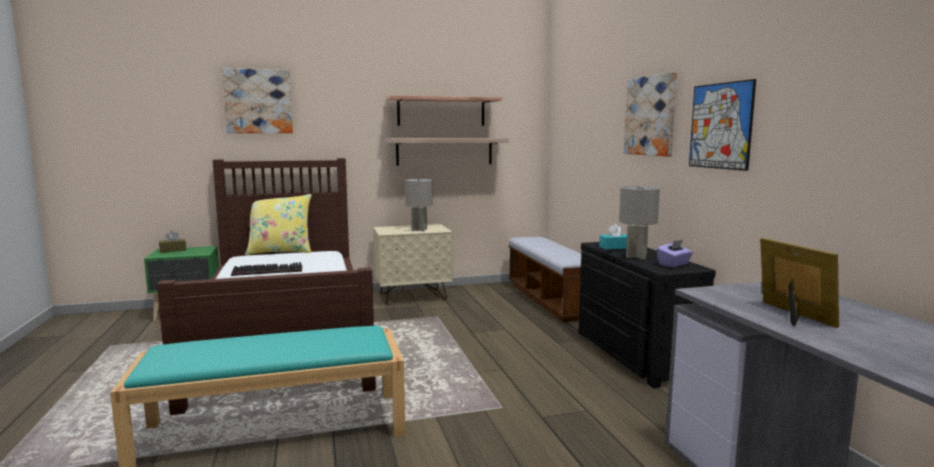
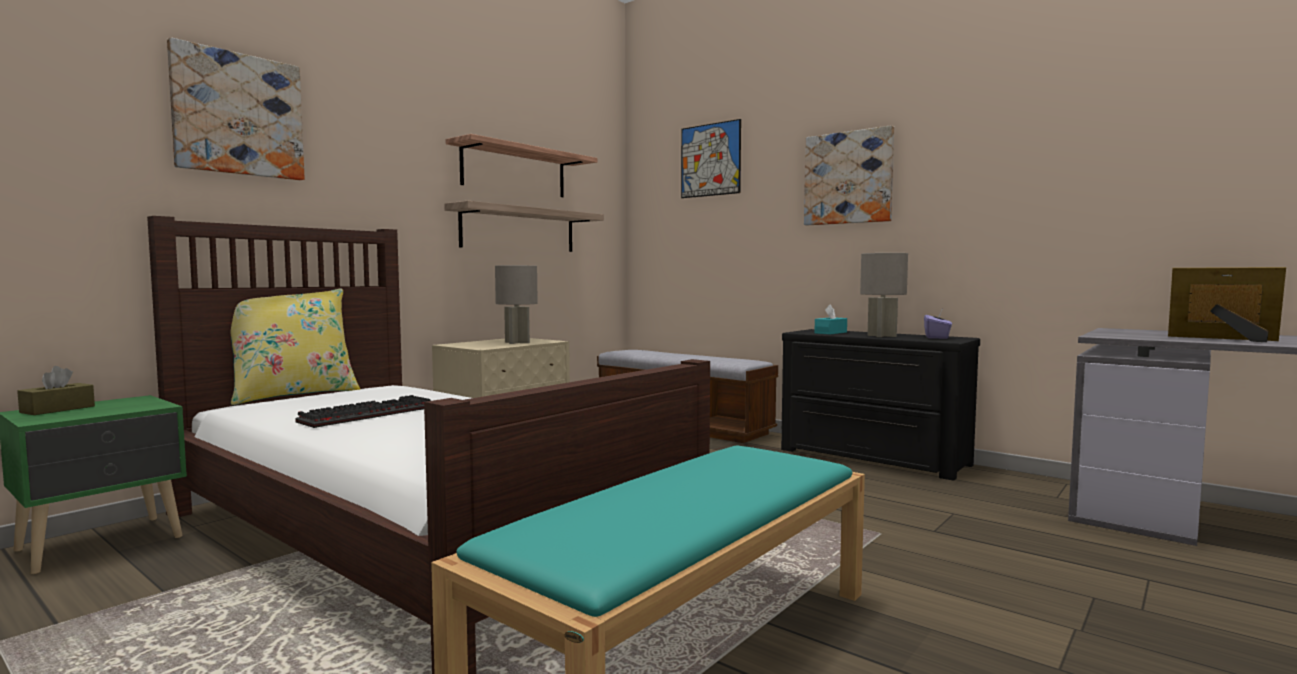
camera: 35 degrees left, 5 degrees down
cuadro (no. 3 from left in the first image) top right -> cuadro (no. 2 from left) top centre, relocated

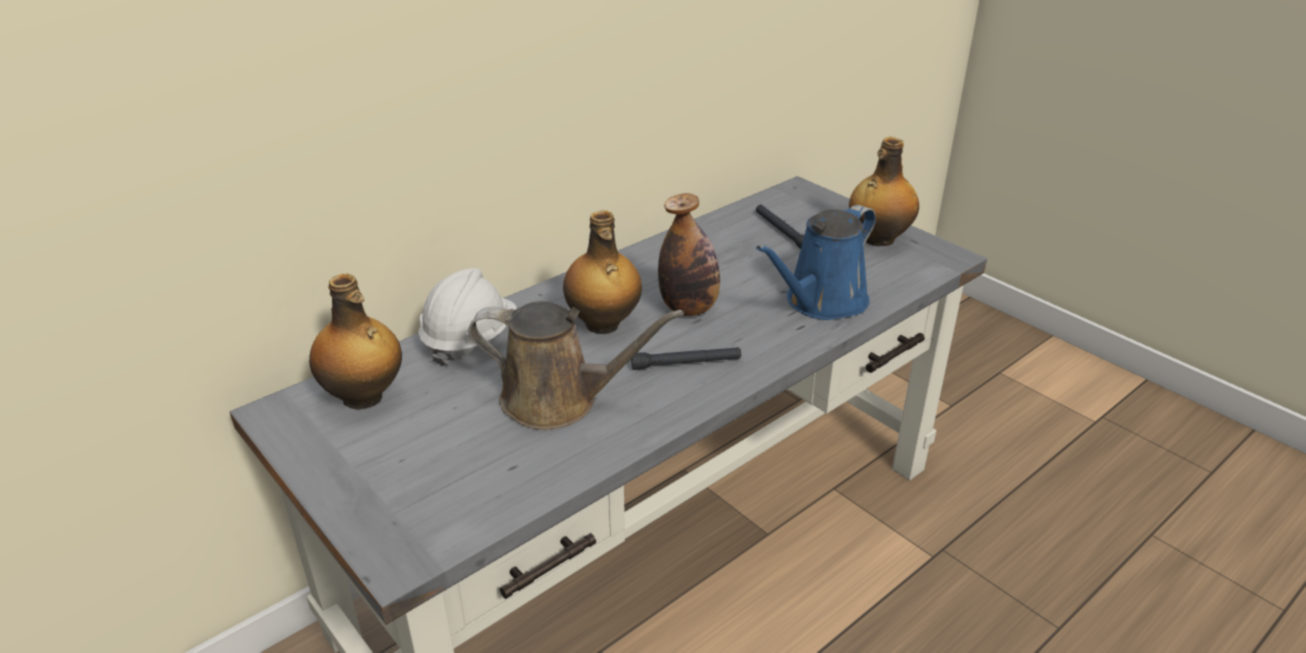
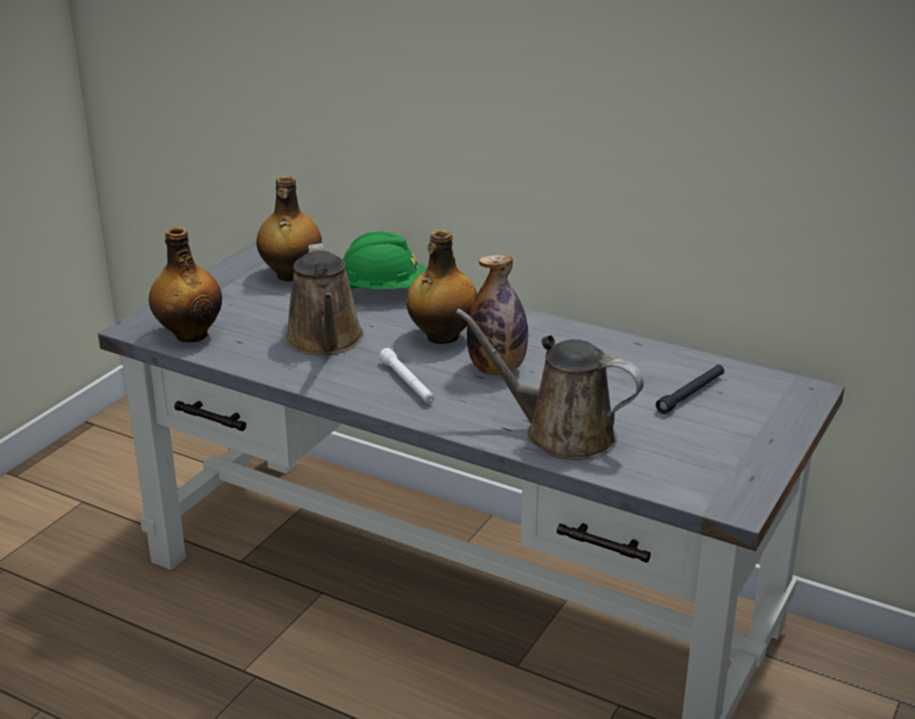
camera: 70 degrees right, 5 degrees down
botella (no. 4 from left in the first image) top right -> botella (no. 1 from left) middle left, relocated
casco [blanco] centre -> casco [verde] centre
linterna [negro] (no. 1 from left) centre -> linterna [blanco] centre
regadera [azul] centre -> regadera [marrón] (no. 2 from left) centre

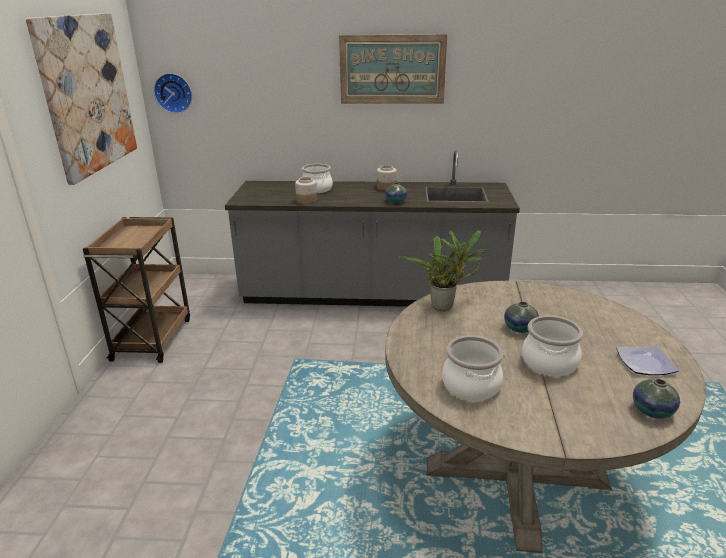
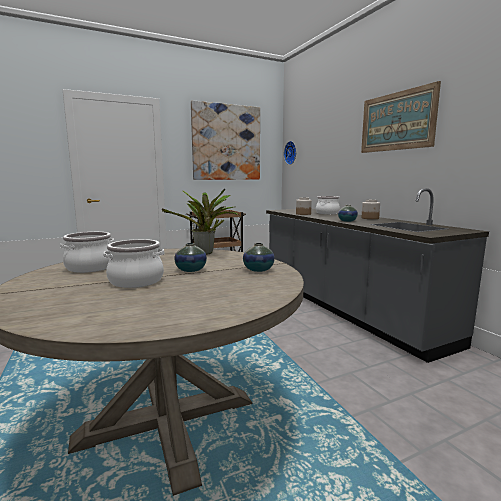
camera: 60 degrees right, 15 degrees down
plato middle right -> none
florero (no. 3 from left in the first image) bottom right -> florero (no. 2 from left) centre, relocated

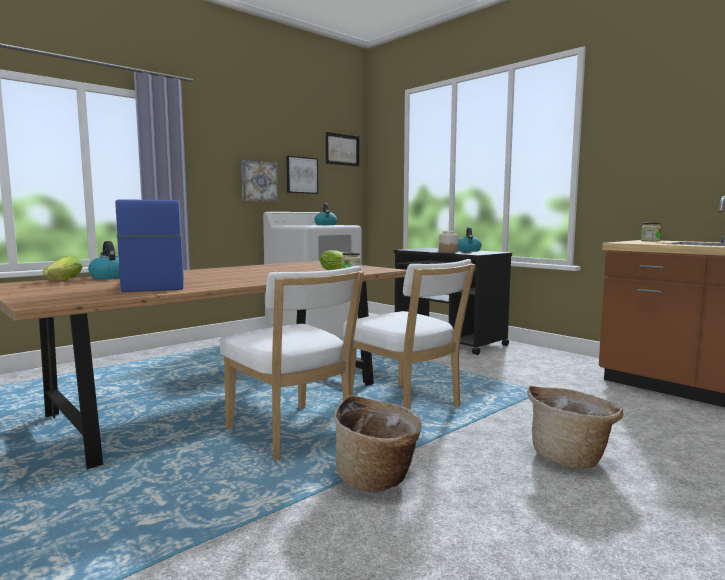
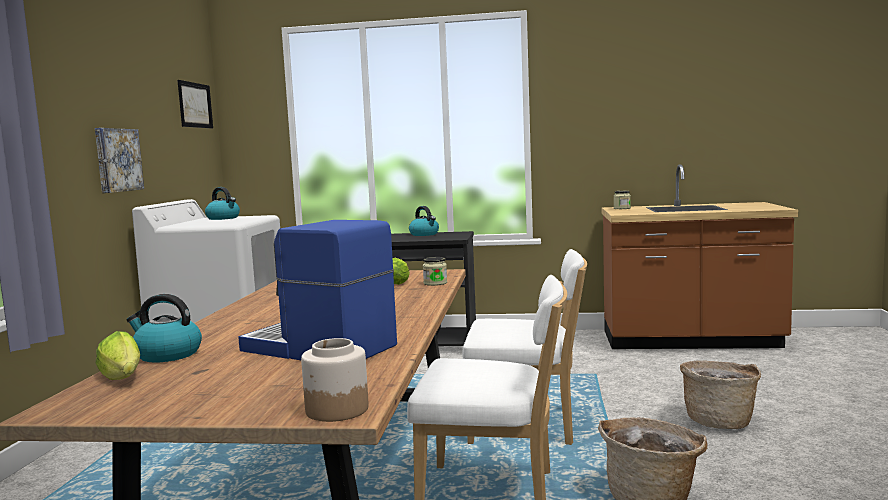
camera: 40 degrees left, 0 degrees up
cuadro (no. 2 from left) top centre -> none
tarro (no. 2 from left in the first image) centre -> tarro (no. 1 from left) bottom centre, relocated

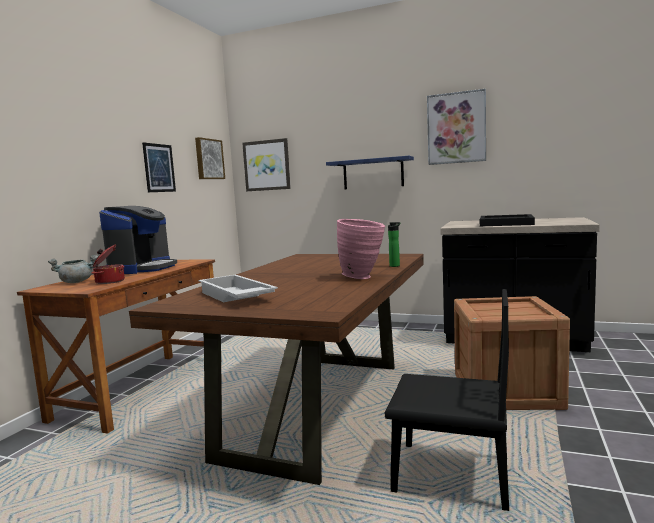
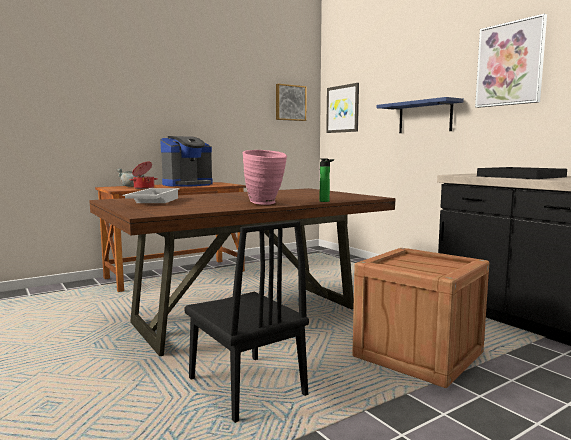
camera: 35 degrees right, 0 degrees up
cuadro (no. 1 from left) top left -> none

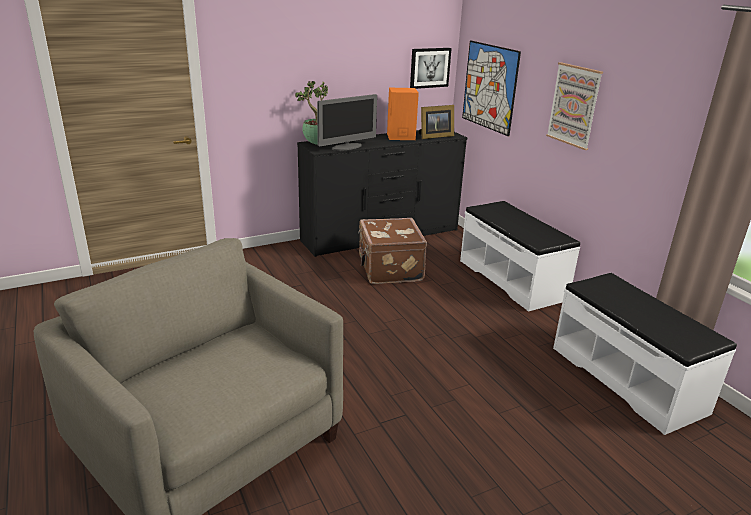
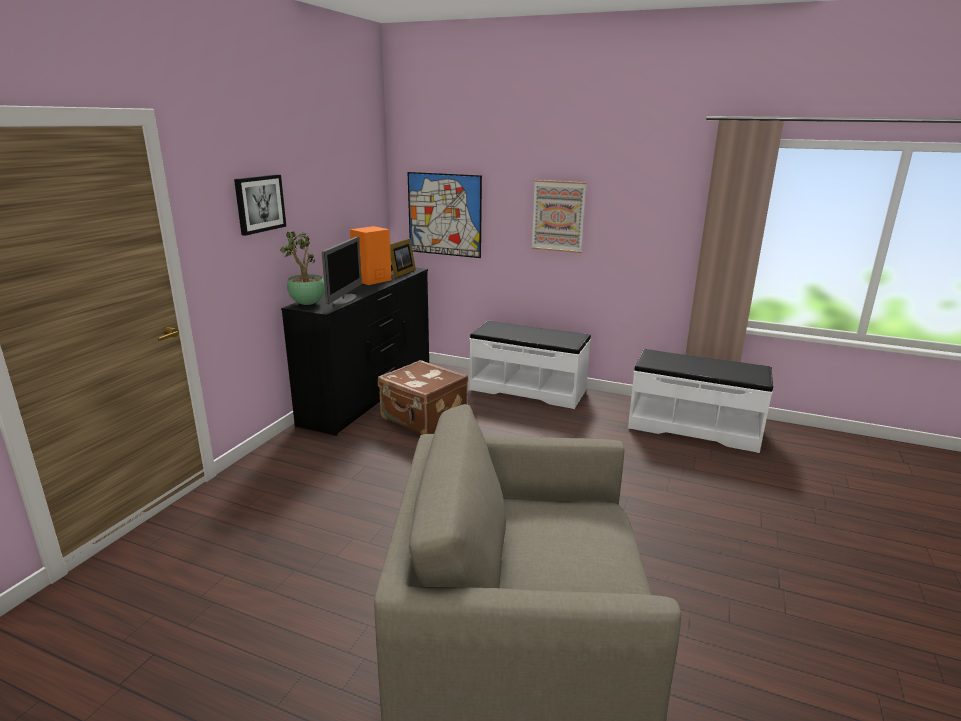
camera: 40 degrees left, 5 degrees down
cuadro (no. 1 from left) top centre -> cuadro (no. 1 from left) top left, relocated

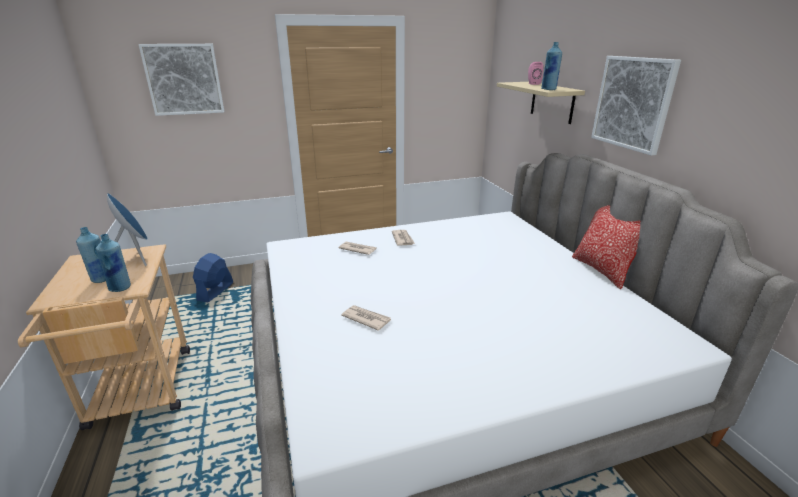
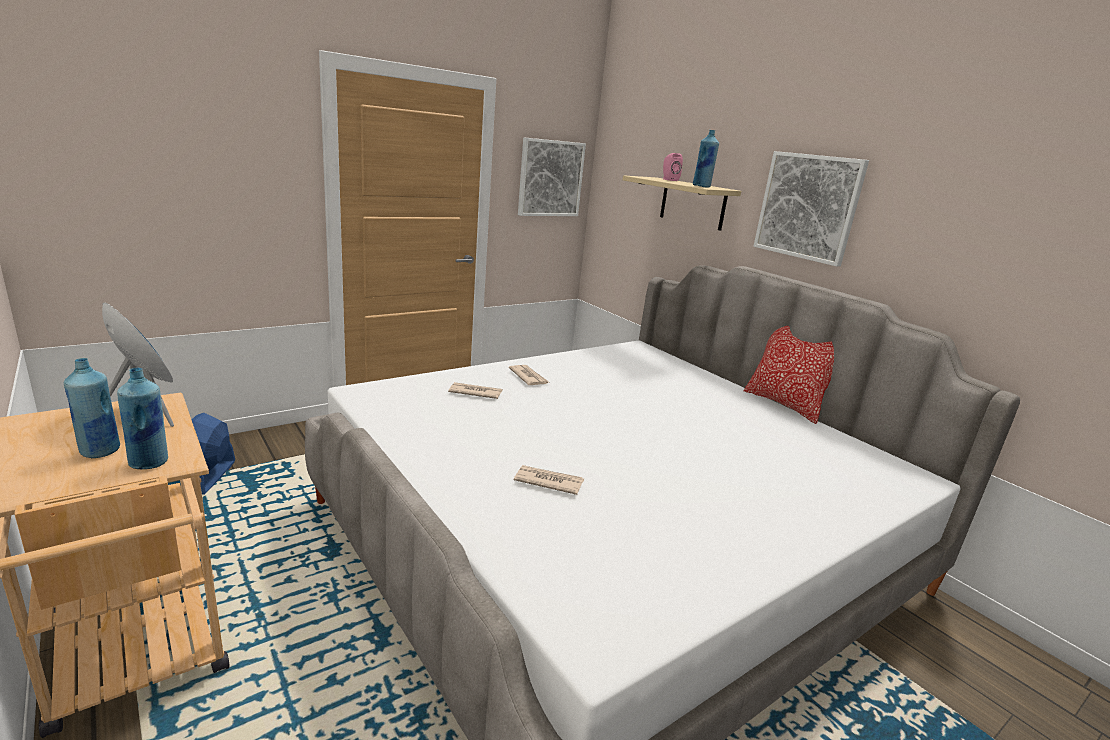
camera: 20 degrees left, 5 degrees down
cuadro (no. 1 from left) top left -> cuadro (no. 1 from left) top centre, relocated

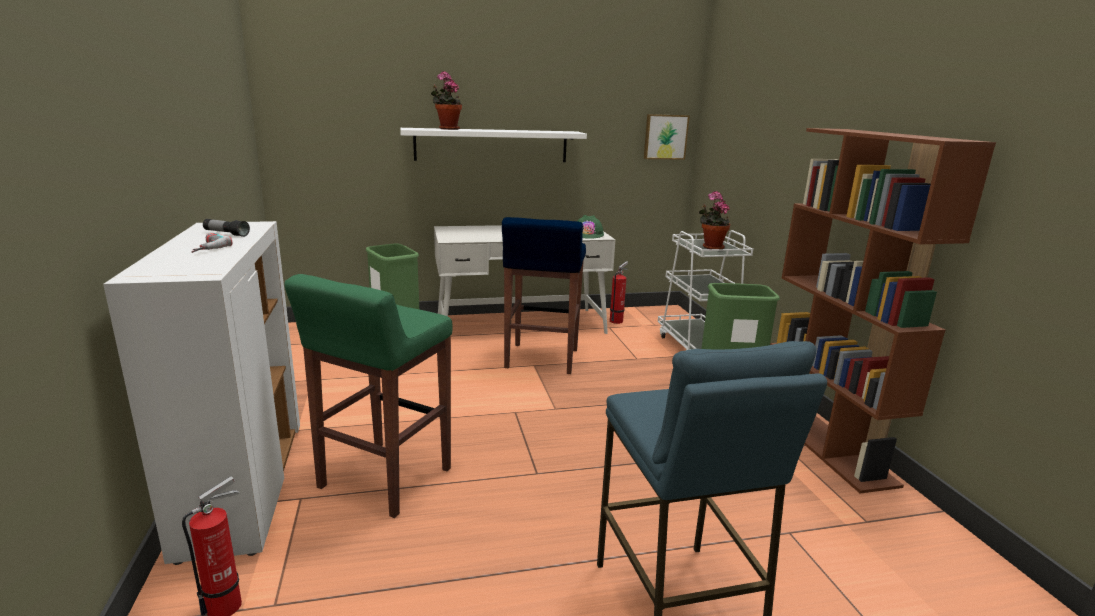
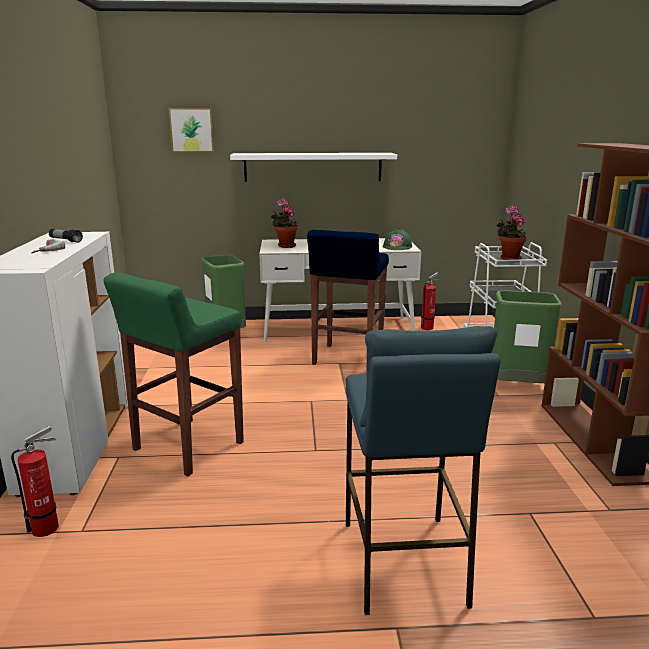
camera: 10 degrees right, 0 degrees up
planta en maceta (no. 1 from left) top centre -> planta en maceta (no. 1 from left) centre, relocated
cuadro top centre -> cuadro top left, relocated

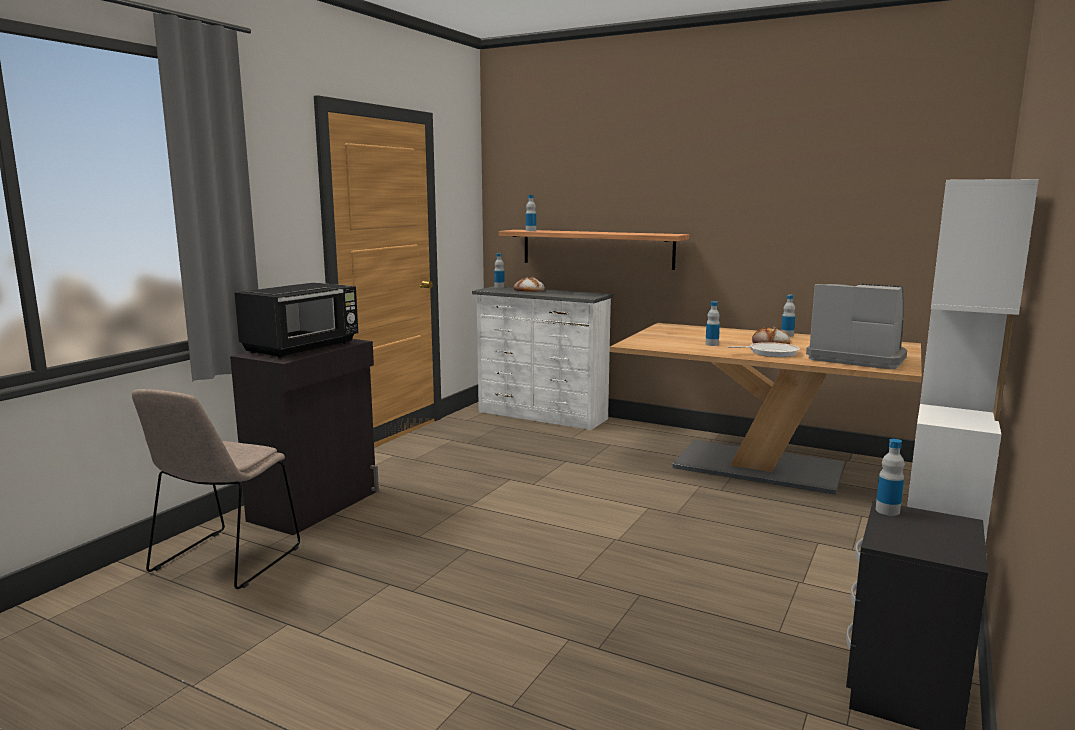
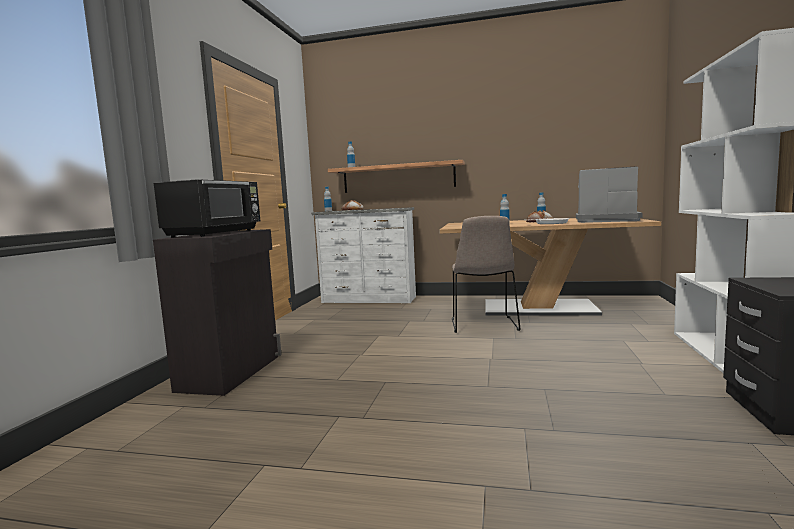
camera: 15 degrees left, 5 degrees down
botella (no. 5 from left) middle right -> none
silla [beis] bottom left -> silla [beis] centre, relocated

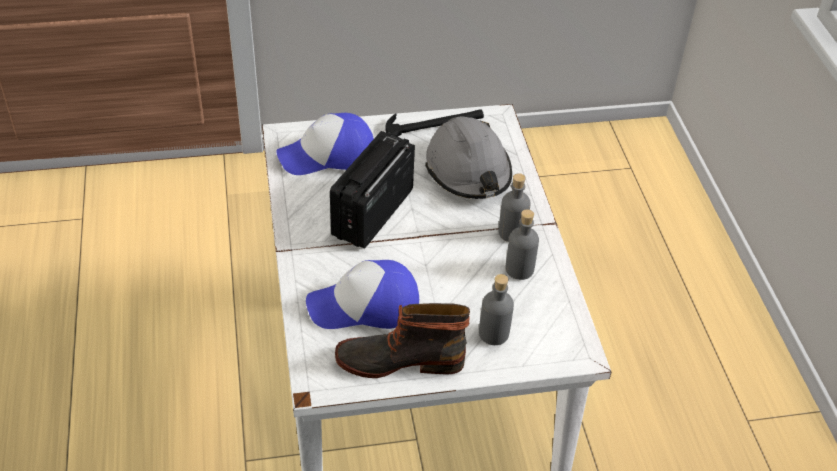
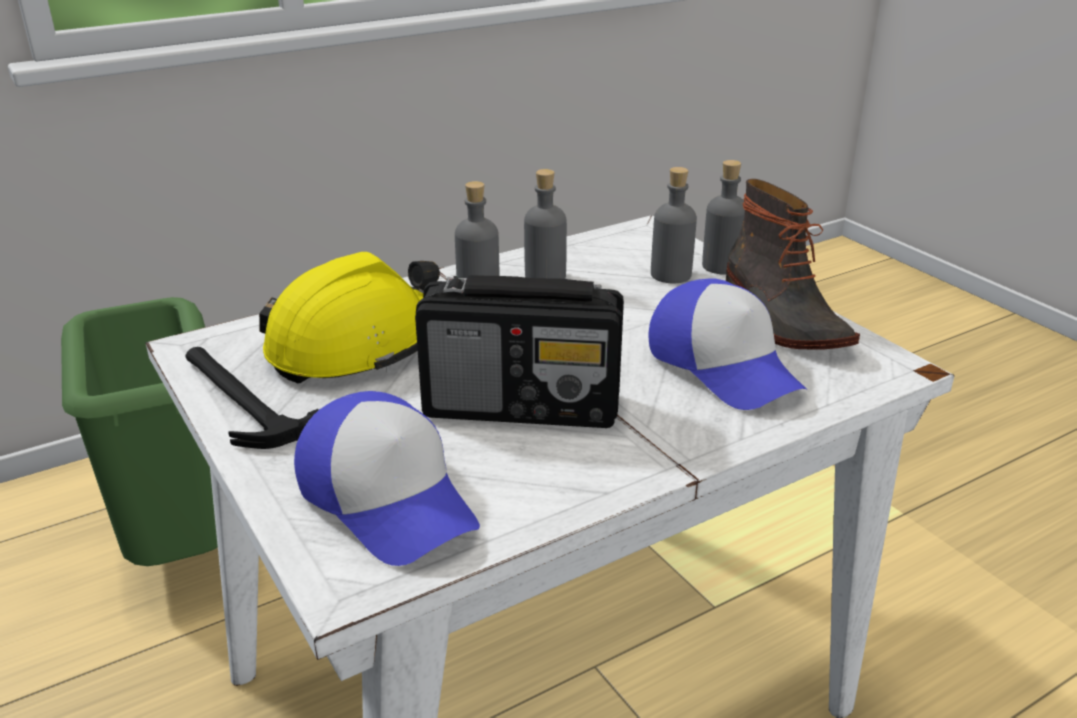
camera: 110 degrees left, 15 degrees down
none -> papelera [verde] middle left
none -> botella [gris] (no. 4 from left) top right
casco [gris] centre -> casco [amarillo] middle left

